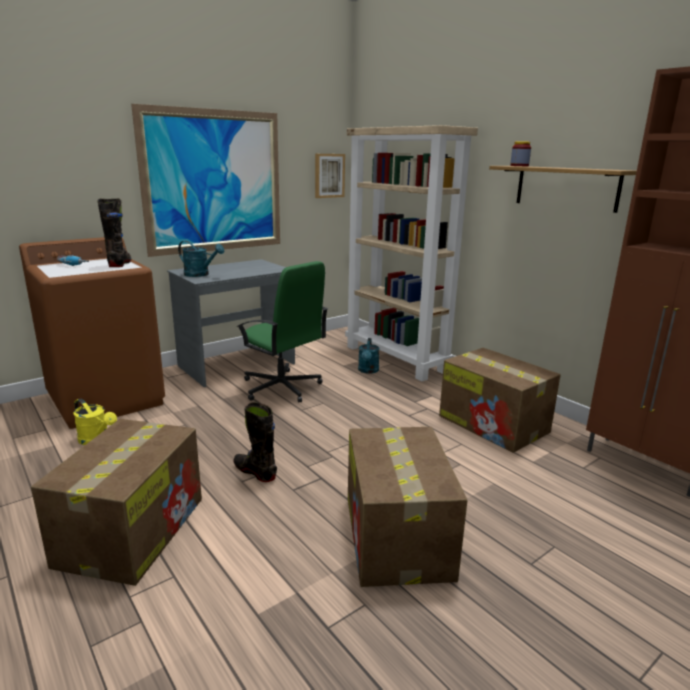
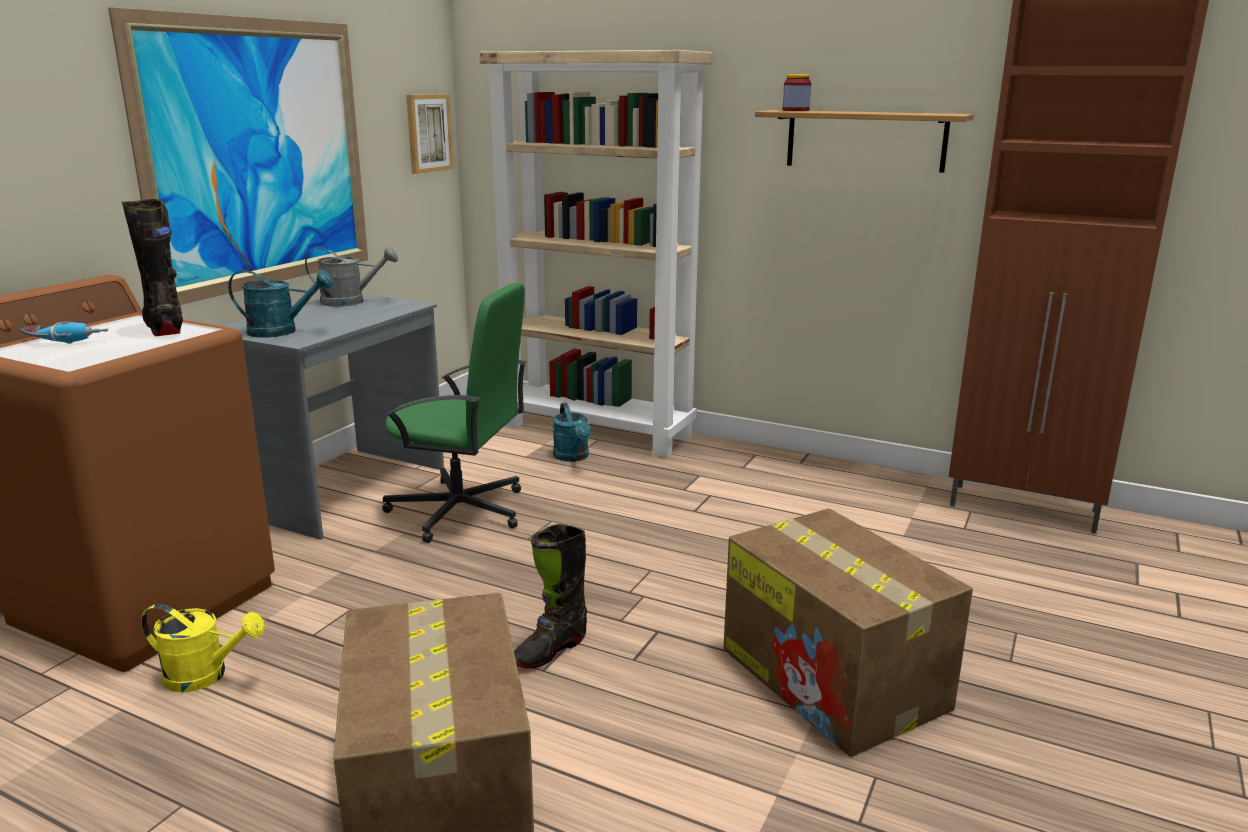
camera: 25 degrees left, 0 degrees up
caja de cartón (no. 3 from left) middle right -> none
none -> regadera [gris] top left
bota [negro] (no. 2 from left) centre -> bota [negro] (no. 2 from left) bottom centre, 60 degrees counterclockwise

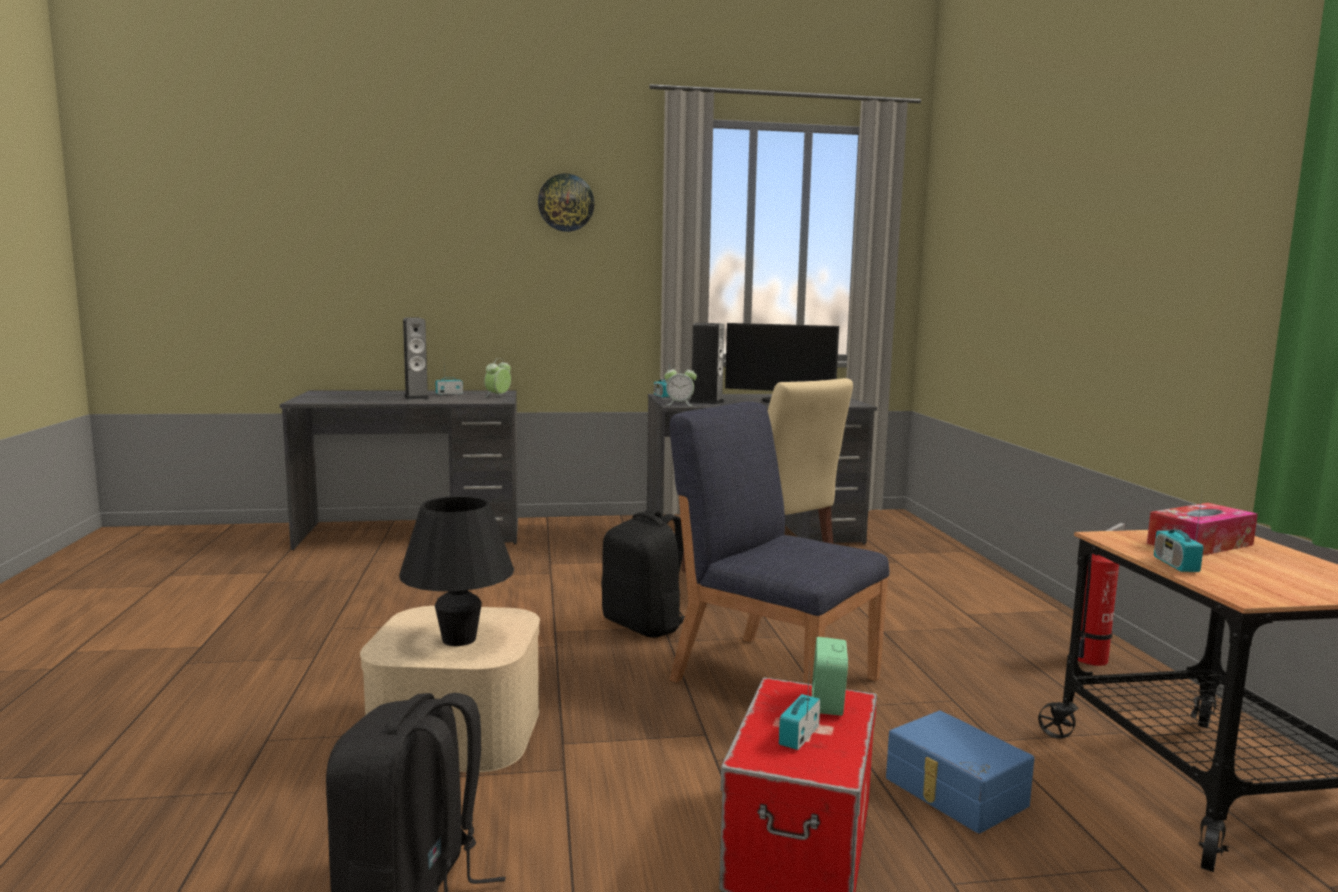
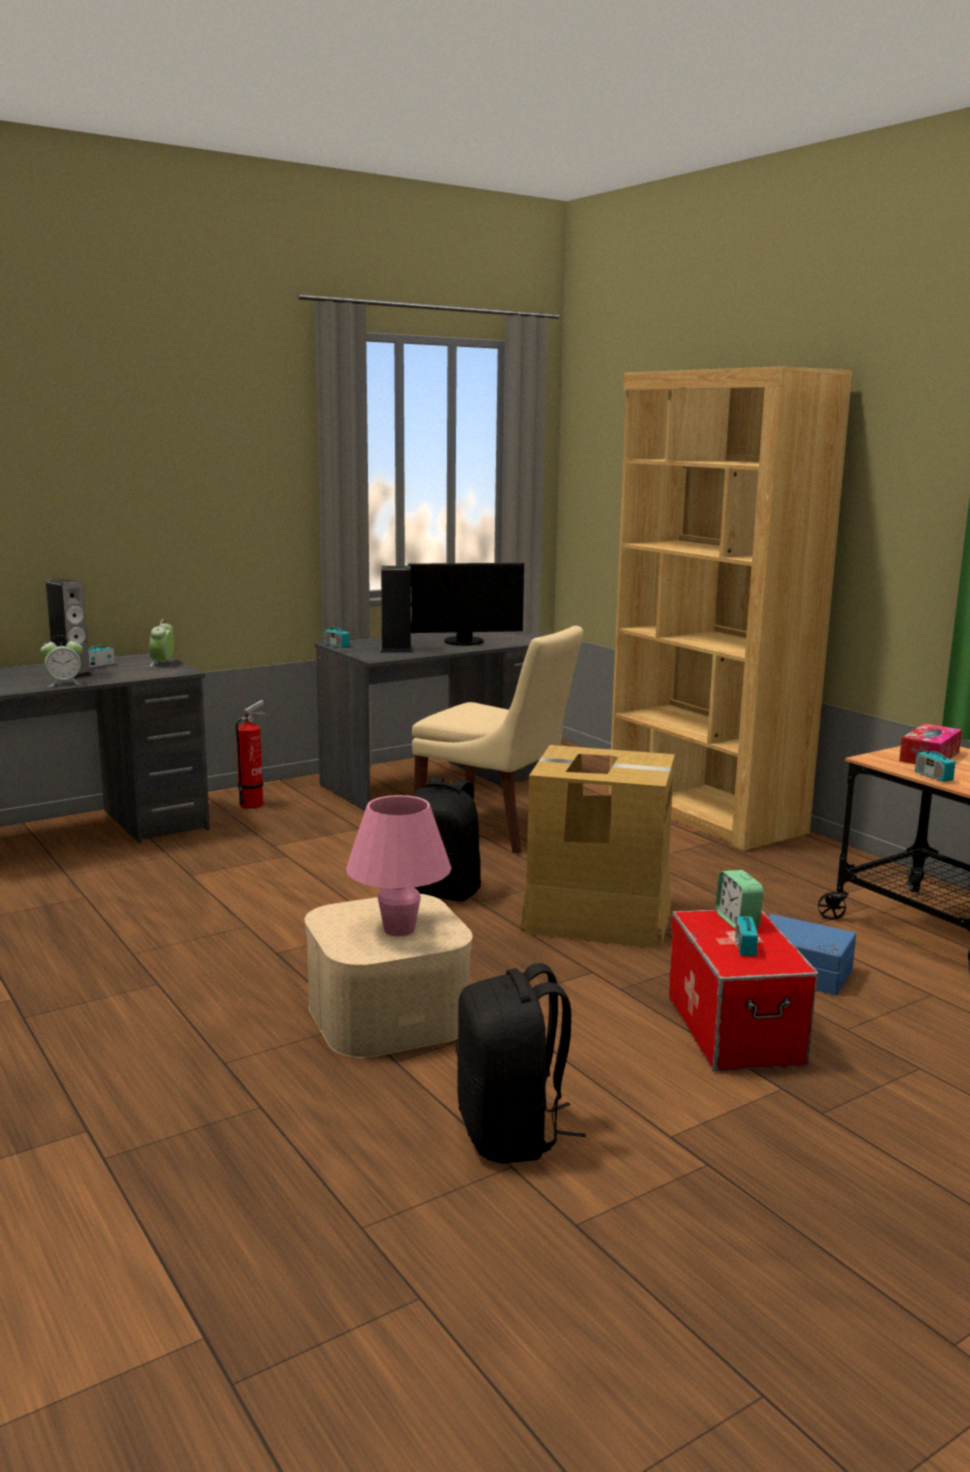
camera: 25 degrees left, 5 degrees up
reloj de pared top centre -> none
none -> estantería [marrón] middle right
despertador (no. 2 from left in the first image) centre -> despertador (no. 1 from left) middle left, relocated
extintor middle right -> extintor middle left, relocated
silla [azul] centre -> caja de cartón centre
lámpara de mesa [negro] centre -> lámpara de mesa [rosa] centre

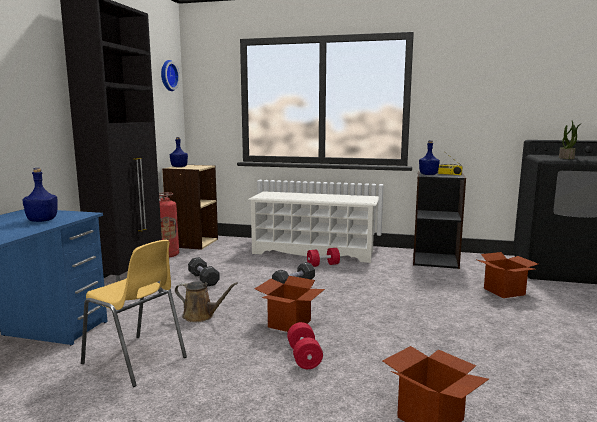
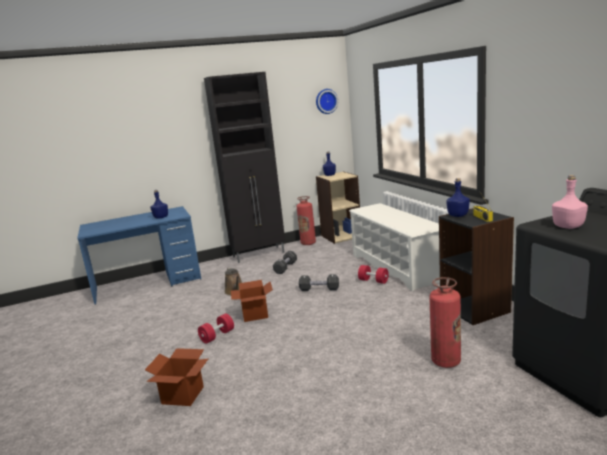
camera: 55 degrees right, 5 degrees up
silla [amarillo] bottom left -> none
caja de cartón (no. 3 from left) middle right -> extintor (no. 2 from left) bottom right
planta en maceta top right -> botella [rosa] middle right

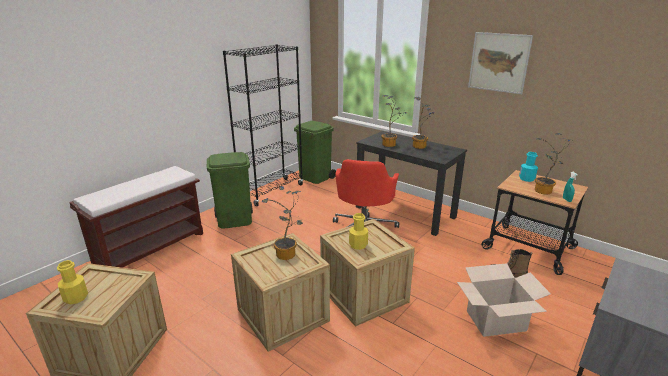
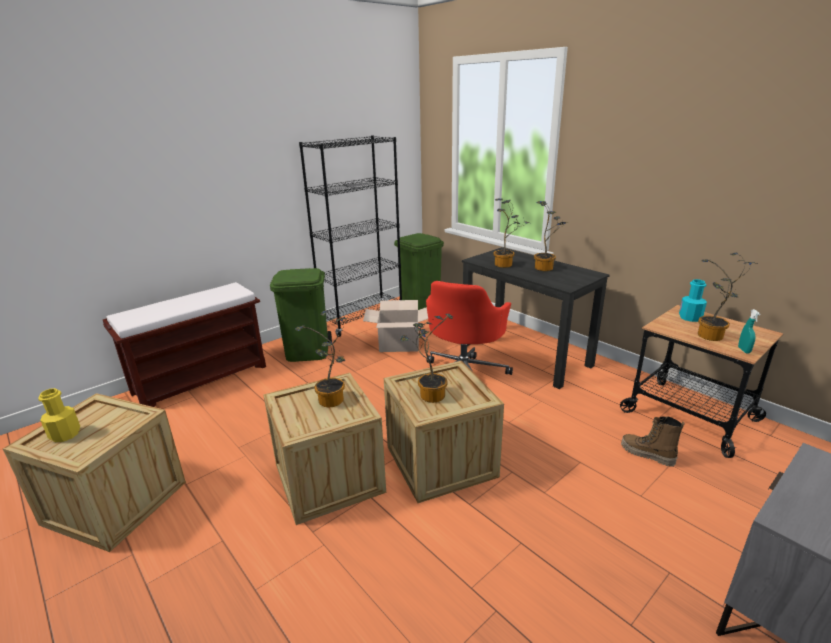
camera: 10 degrees right, 0 degrees up
cuadro top right -> none
caja de cartón bottom right -> caja de cartón centre, relocated
botella [amarillo] (no. 2 from left) centre -> planta en maceta (no. 2 from left) centre

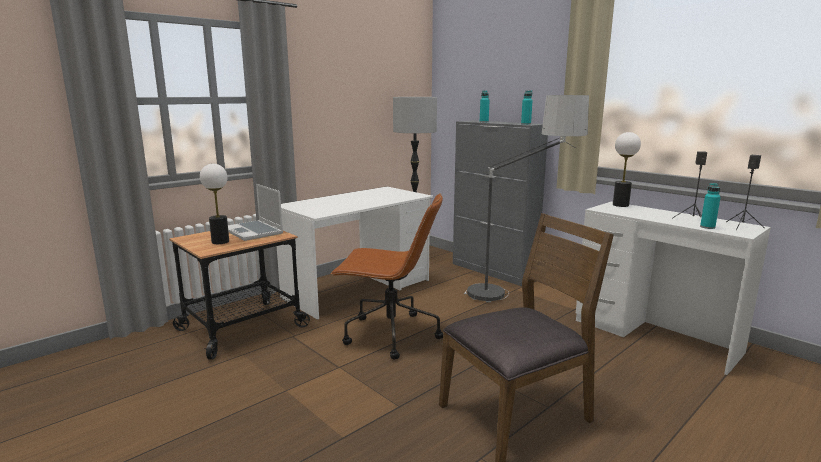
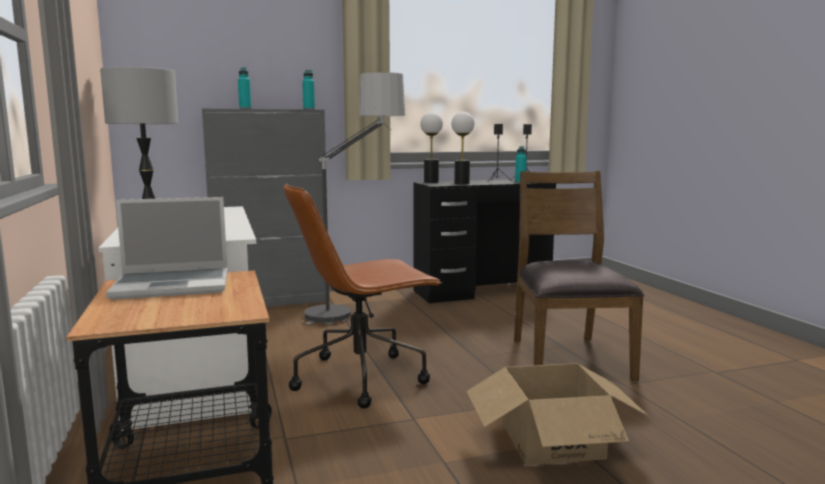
camera: 65 degrees left, 5 degrees down
none -> caja de cartón bottom right
lámpara de mesa (no. 1 from left in the first image) middle left -> lámpara de mesa (no. 2 from left) top centre, relocated
escritorio [blanco] (no. 2 from left) middle right -> escritorio [negro] centre
silla de oficina [marrón] centre, 150 degrees counterclockwise

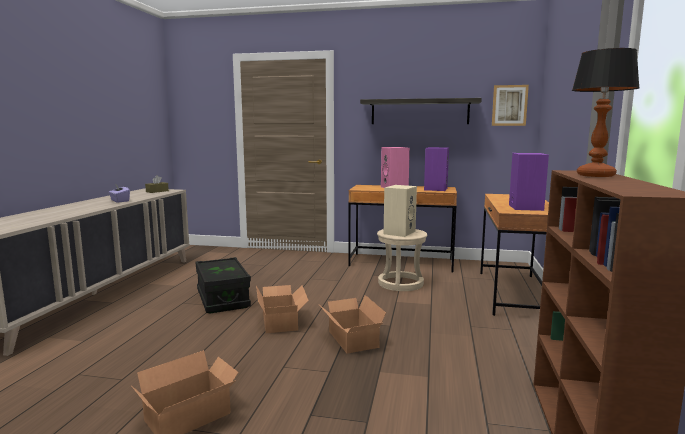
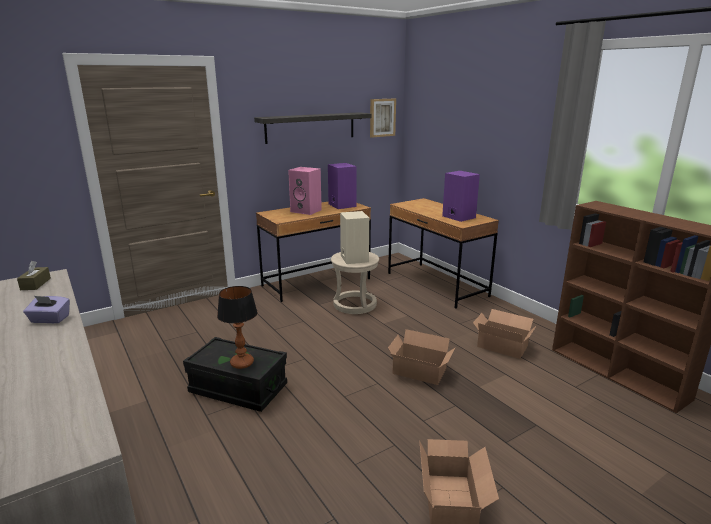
camera: 45 degrees left, 10 degrees up
caja de cartón (no. 2 from left in the first image) bottom centre -> caja de cartón (no. 3 from left) middle right, relocated
lámpara de mesa top right -> lámpara de mesa centre, relocated

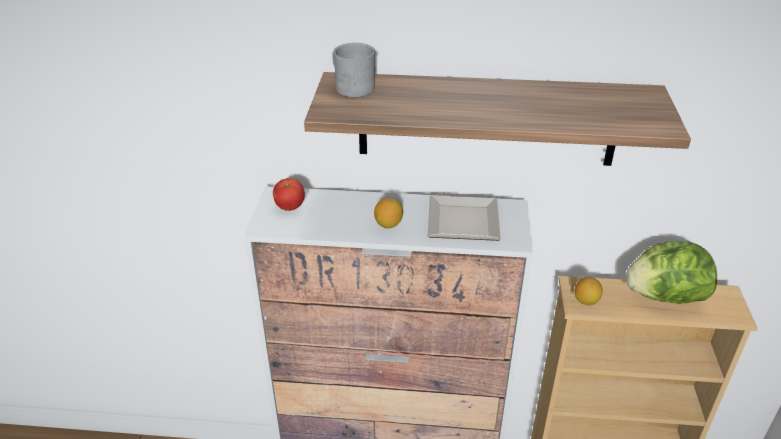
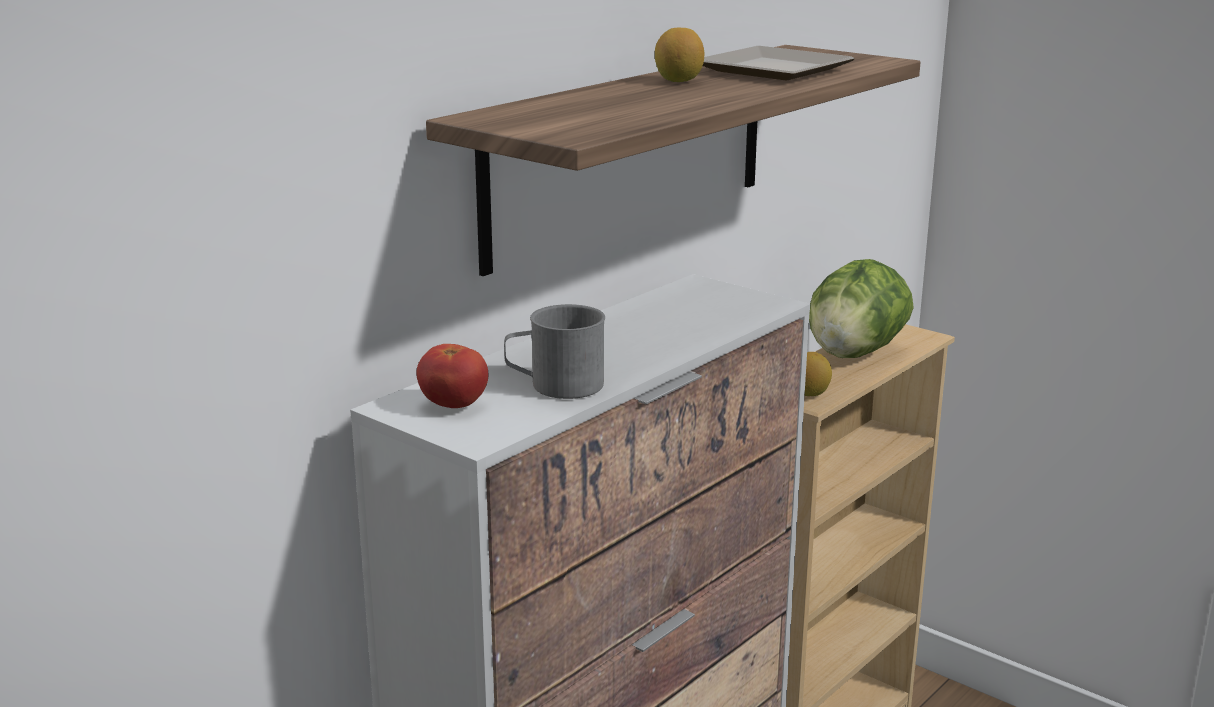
camera: 55 degrees left, 15 degrees down
taza grande [gris] top centre -> taza grande [gris] centre, relocated
limón (no. 1 from left) centre -> limón (no. 1 from left) top centre, relocated
plato centre -> plato top centre, relocated

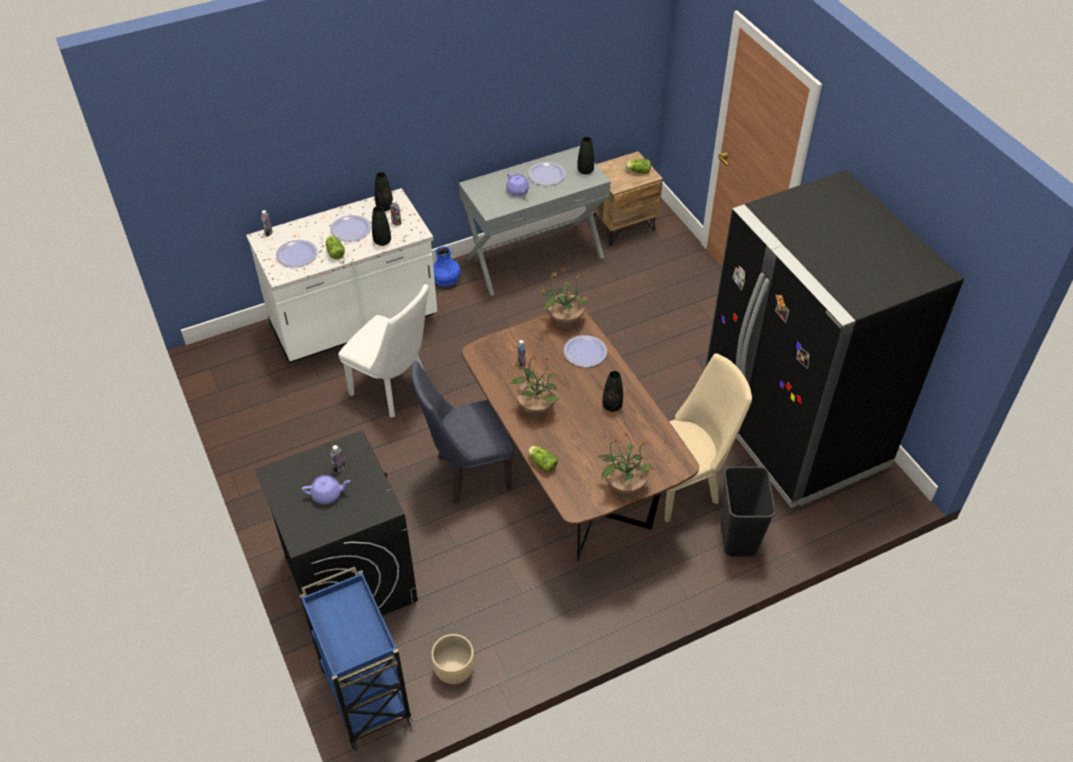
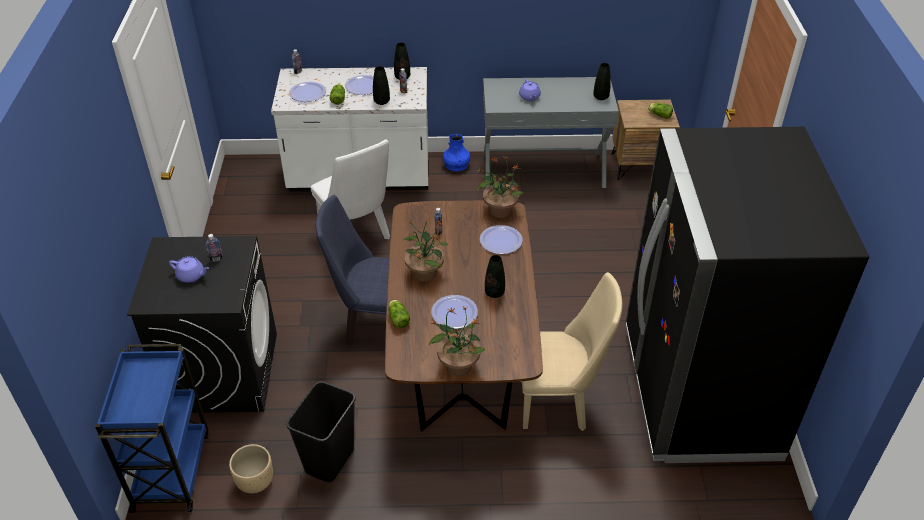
camera: 25 degrees right, 5 degrees down
plato (no. 3 from left) top centre -> plato (no. 3 from left) centre, relocated
papelera [negro] bottom right -> papelera [negro] bottom centre, relocated

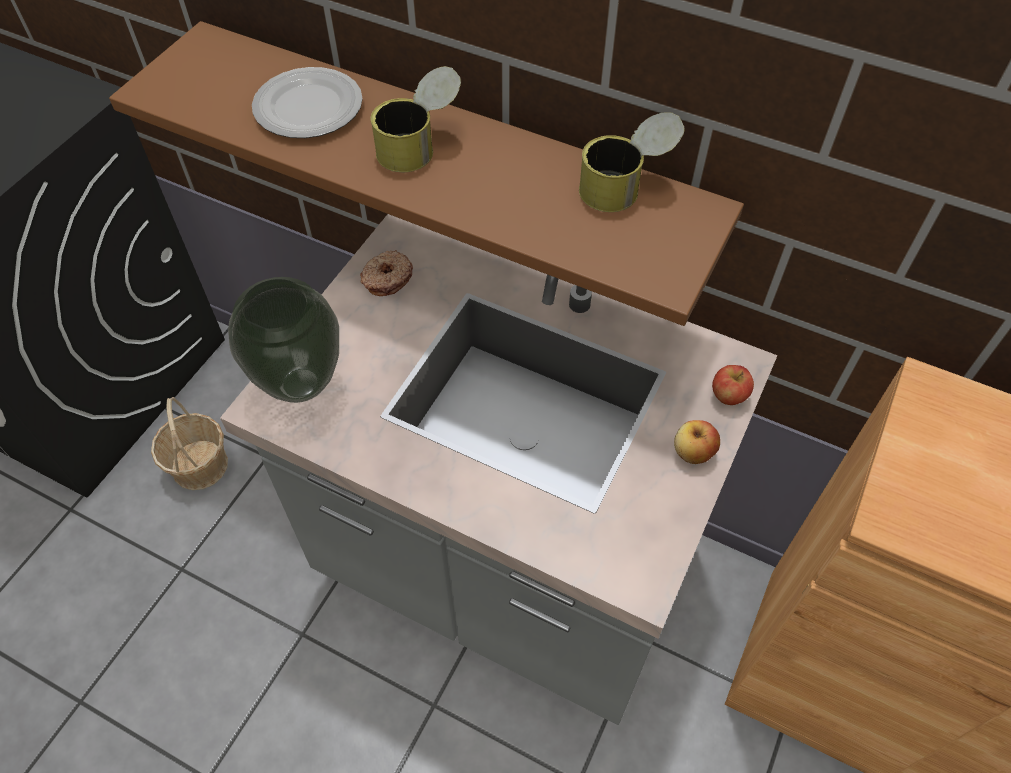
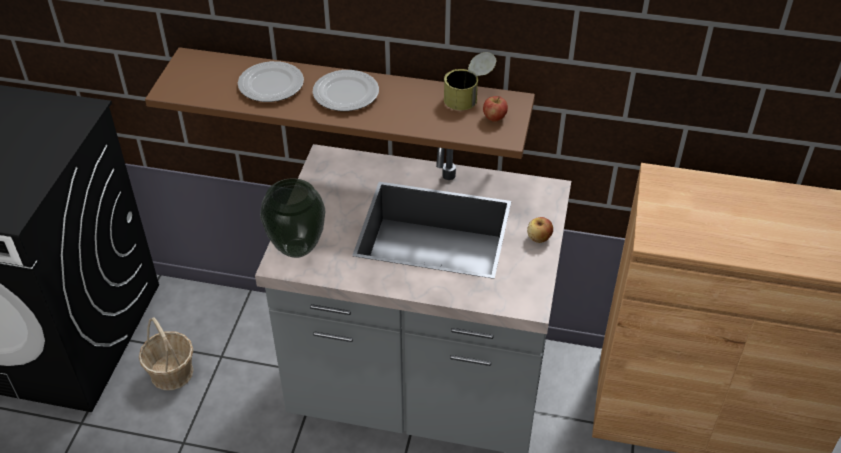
camera: 15 degrees left, 10 degrees down
rosquilla centre -> none
manzana (no. 2 from left in the first image) middle right -> manzana (no. 1 from left) top centre, relocated
lata (no. 1 from left) top centre -> plato (no. 2 from left) top centre

